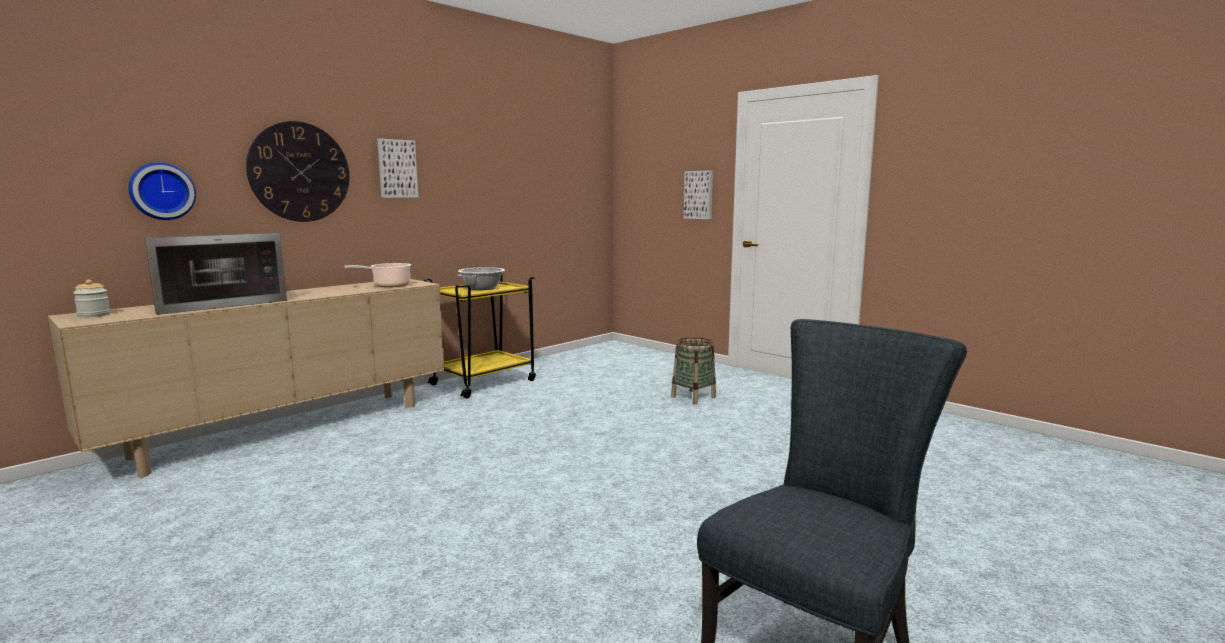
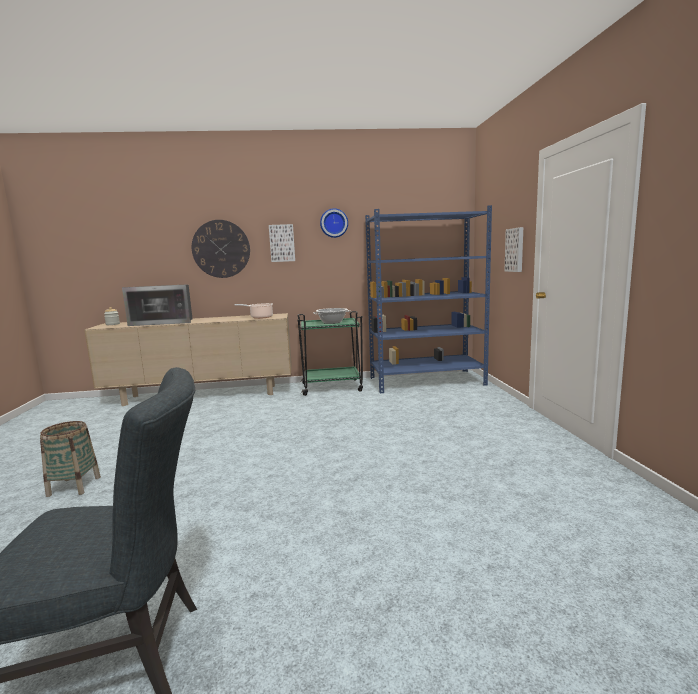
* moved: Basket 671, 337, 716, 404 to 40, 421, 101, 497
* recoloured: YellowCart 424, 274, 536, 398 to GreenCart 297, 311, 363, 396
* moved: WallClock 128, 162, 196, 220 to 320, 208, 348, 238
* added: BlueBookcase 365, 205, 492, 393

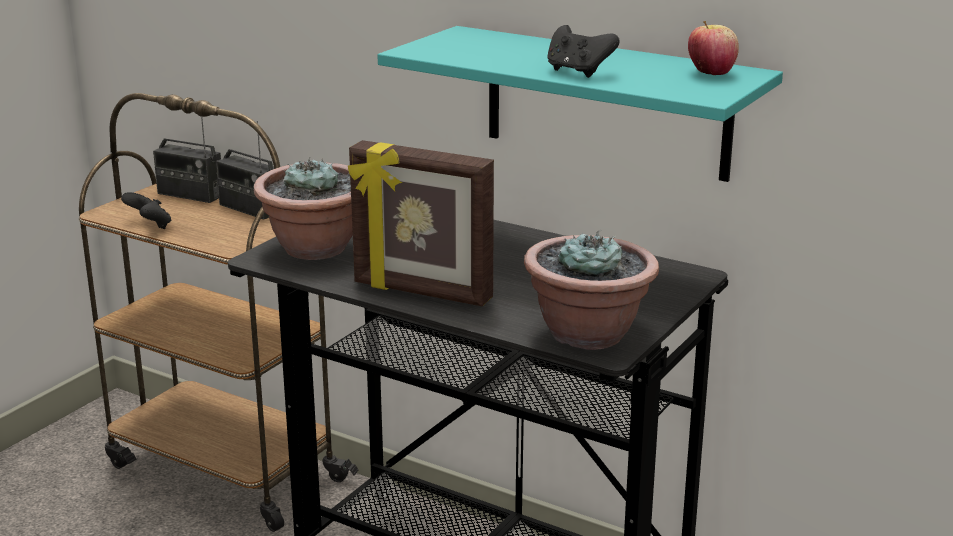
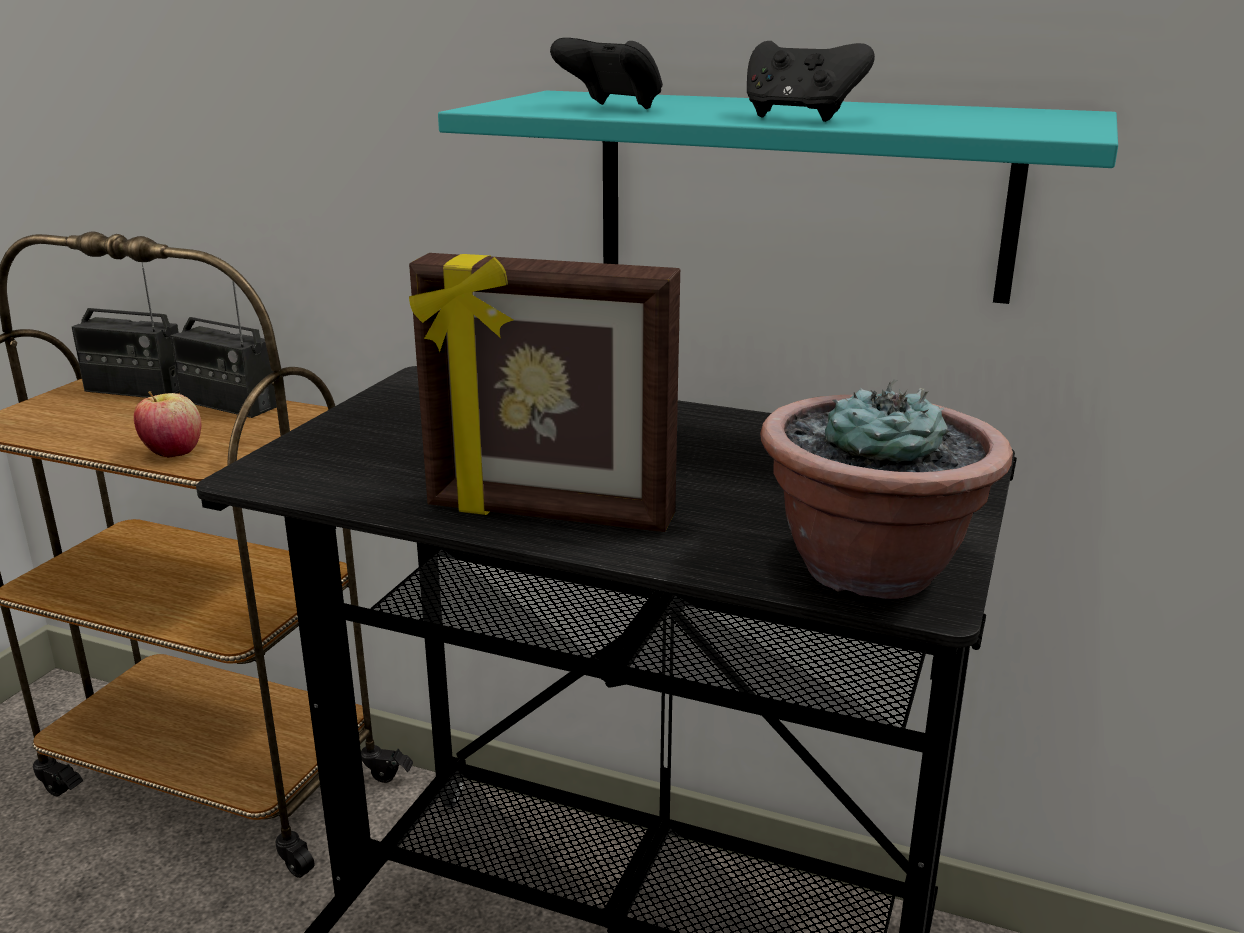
* moved: Apple 688, 21, 739, 75 to 134, 391, 201, 458
* moved: BlackGameController 121, 192, 171, 229 to 550, 38, 663, 109
* removed: PottedPlant 254, 158, 353, 260

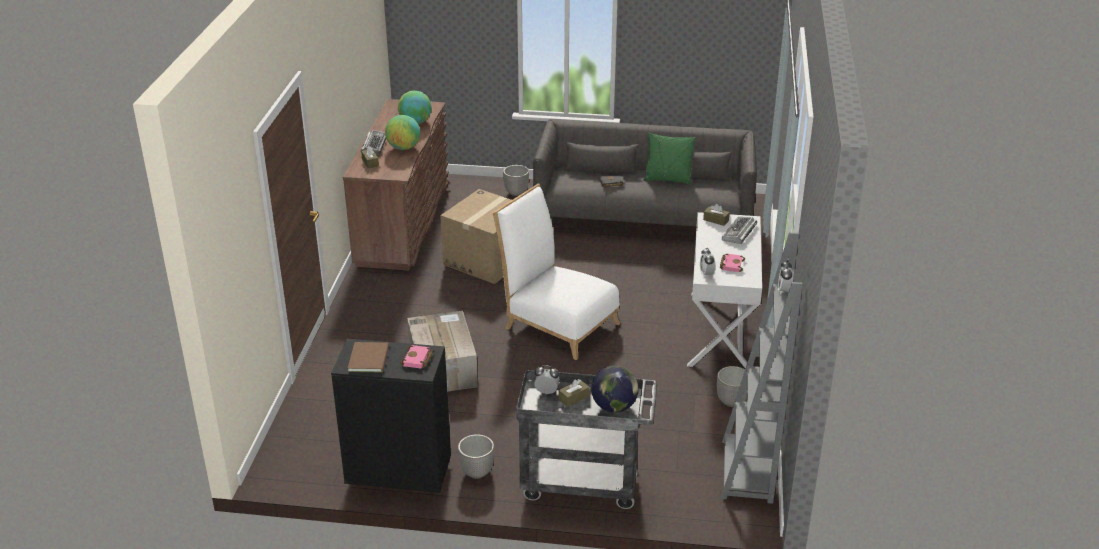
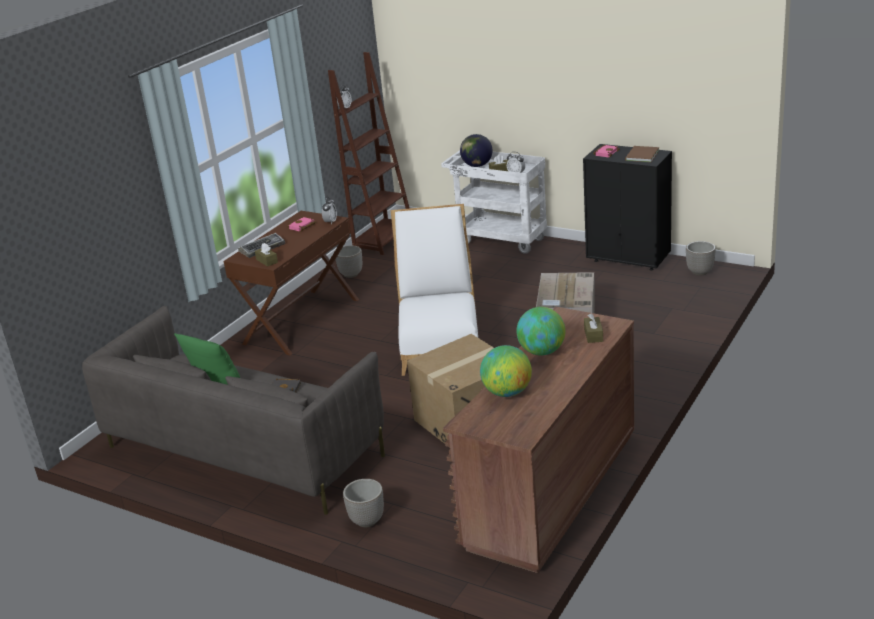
* recoloured: WhiteConsoleTable 687, 212, 762, 369 to BrownConsoleTable 224, 211, 359, 356
* recoloured: GreyBookcase 721, 232, 802, 504 to BrownBookcase 328, 52, 410, 255
* turned: WhiteChair 493, 184, 620, 360 = 391, 204, 478, 376 150 degrees counterclockwise
* recoloured: BlackCart 516, 370, 657, 509 to WhiteCart 441, 150, 547, 254
* moved: Planter 458, 434, 494, 479 to 686, 241, 716, 276
* removed: Keyboard 361, 130, 386, 155

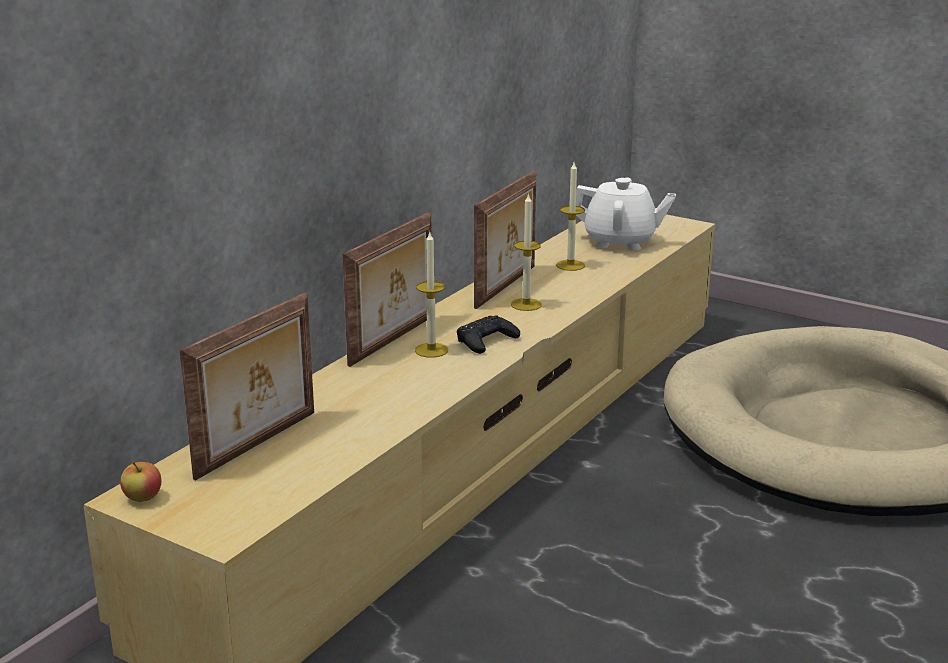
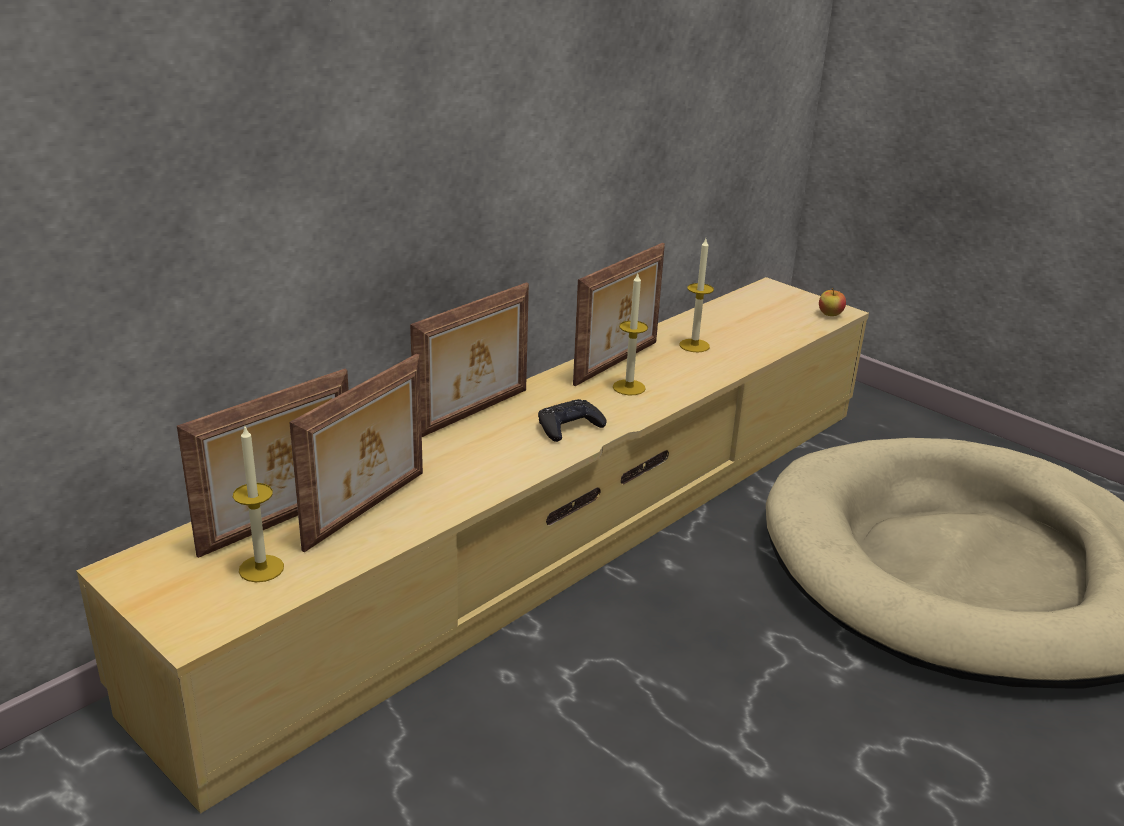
* moved: Candle 415, 232, 448, 358 to 233, 427, 284, 582
* added: PictureFrame 289, 354, 423, 552
* moved: Apple 120, 462, 161, 502 to 819, 288, 846, 316
* removed: WhiteTeapot 576, 177, 676, 251

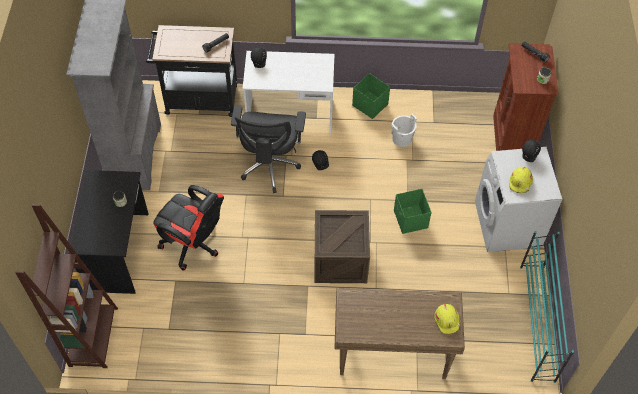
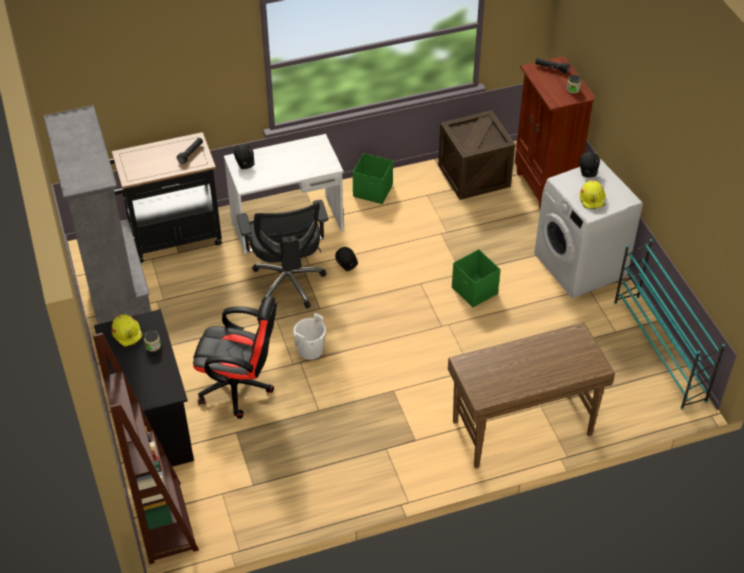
* moved: YellowHardHat 434, 304, 460, 334 to 112, 314, 143, 347
* moved: WhiteBucket 391, 114, 417, 147 to 293, 313, 326, 360
* moved: Crate 314, 210, 370, 283 to 438, 110, 515, 200

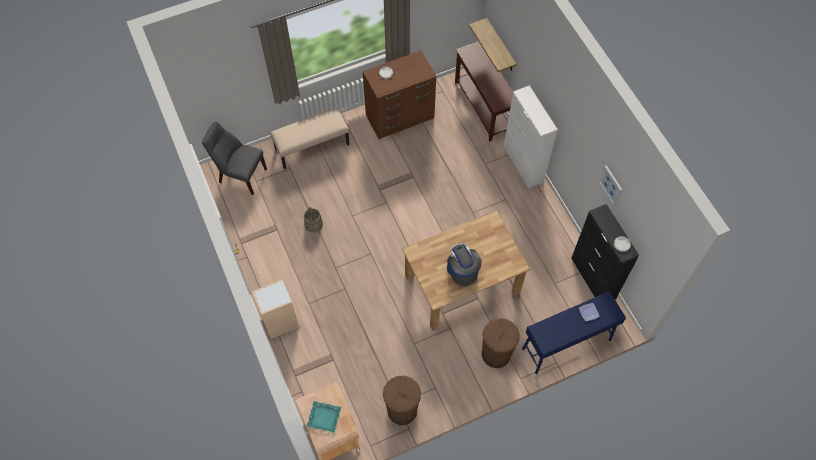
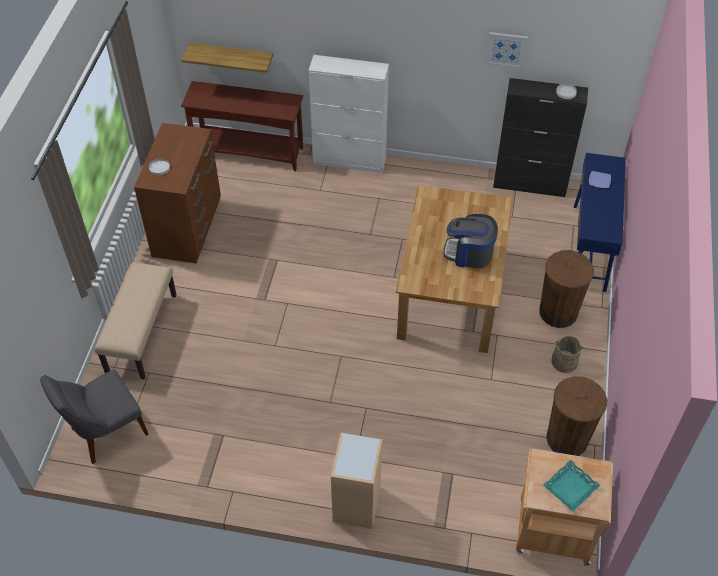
* moved: BeigeBucket 304, 207, 323, 232 to 551, 336, 584, 373

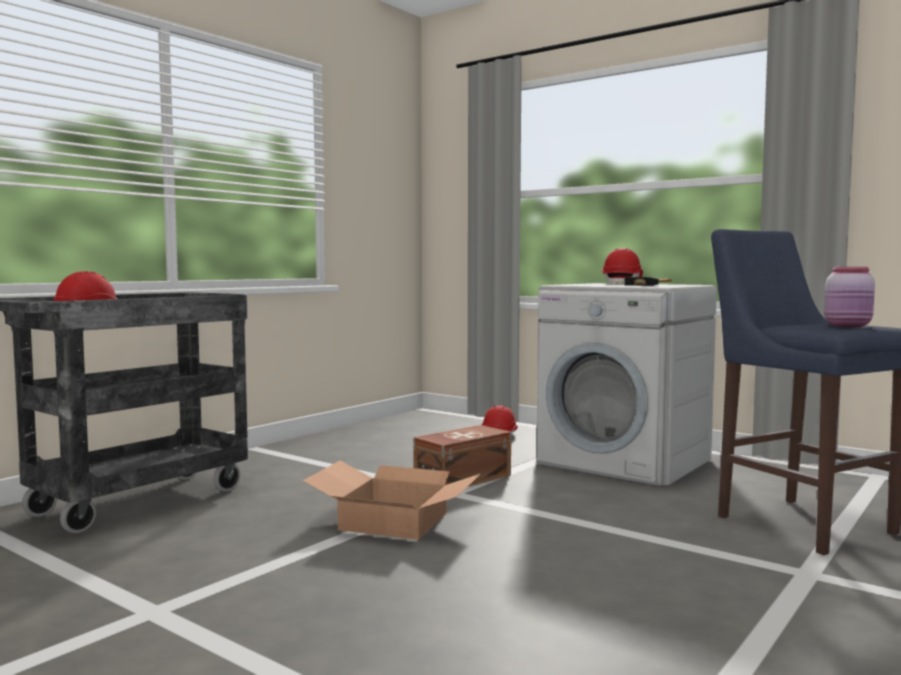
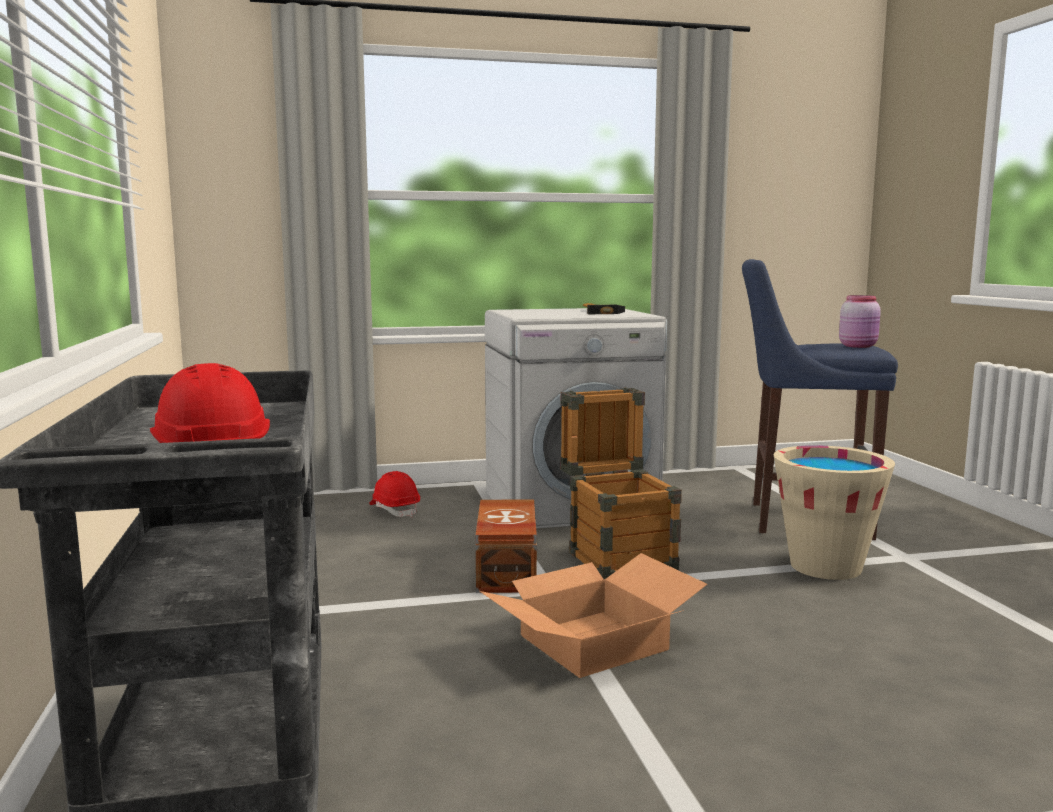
* added: Crate 560, 388, 682, 579
* added: BeigeBucket 774, 445, 895, 580
* removed: RedHardHat 601, 248, 643, 285

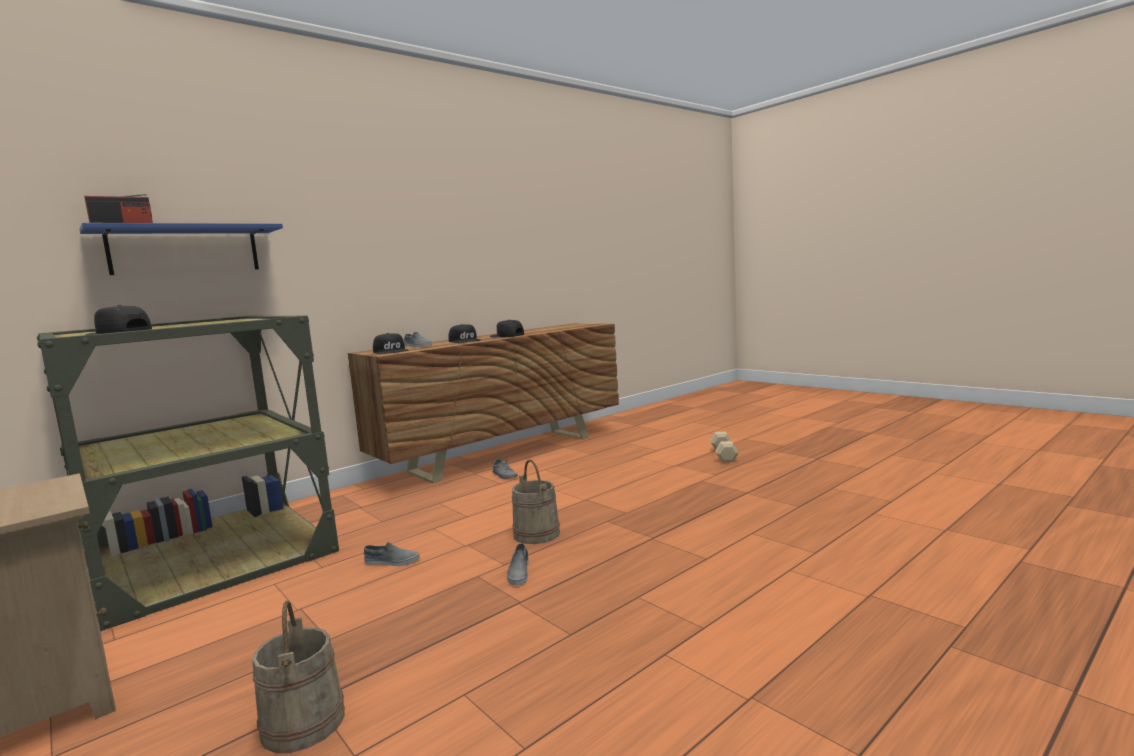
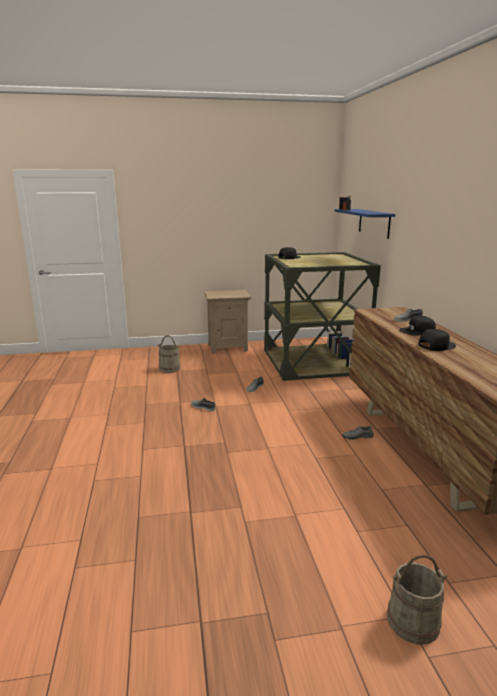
* moved: BeigeBucket 512, 460, 560, 544 to 387, 554, 447, 645
* removed: BlackCap 373, 333, 409, 354
* removed: BeigeDumbbell 710, 432, 739, 463

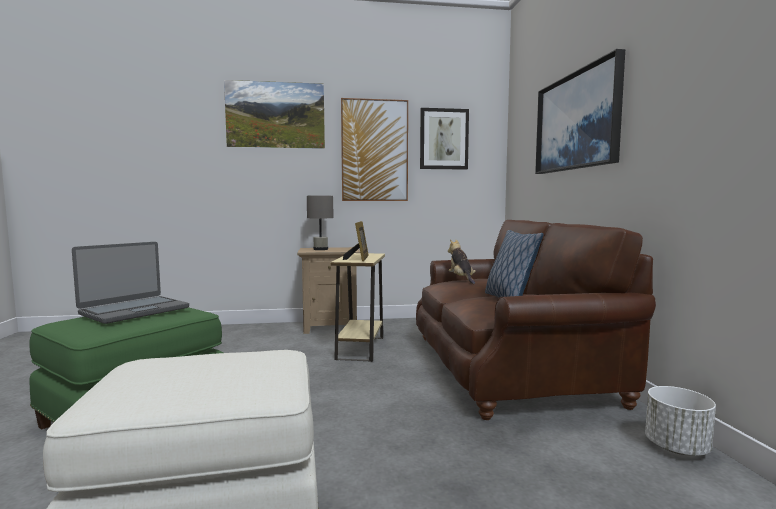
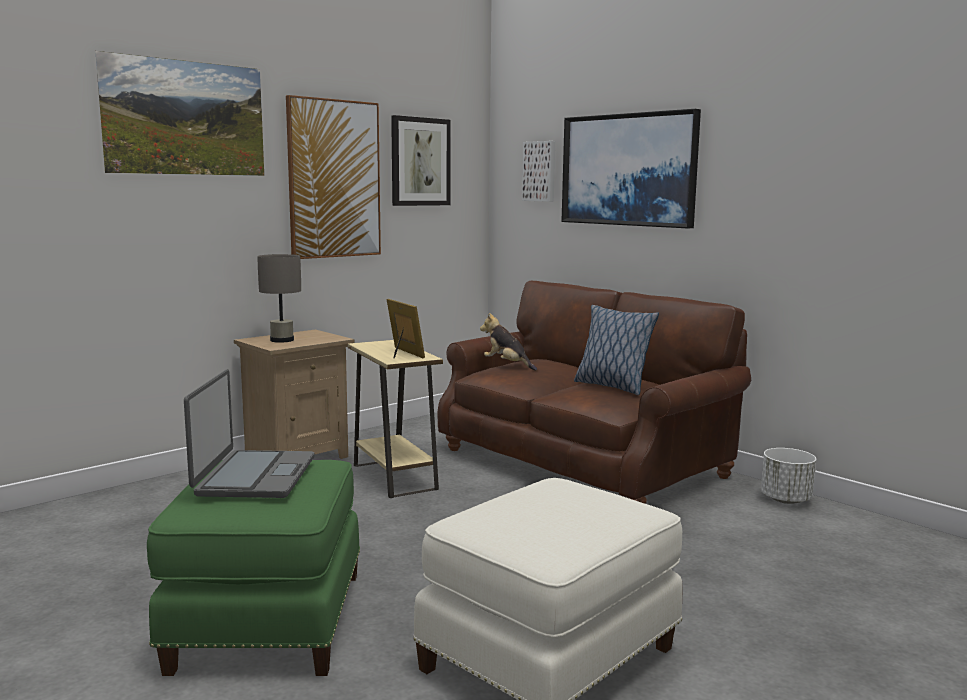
* added: Picture 522, 141, 555, 202

